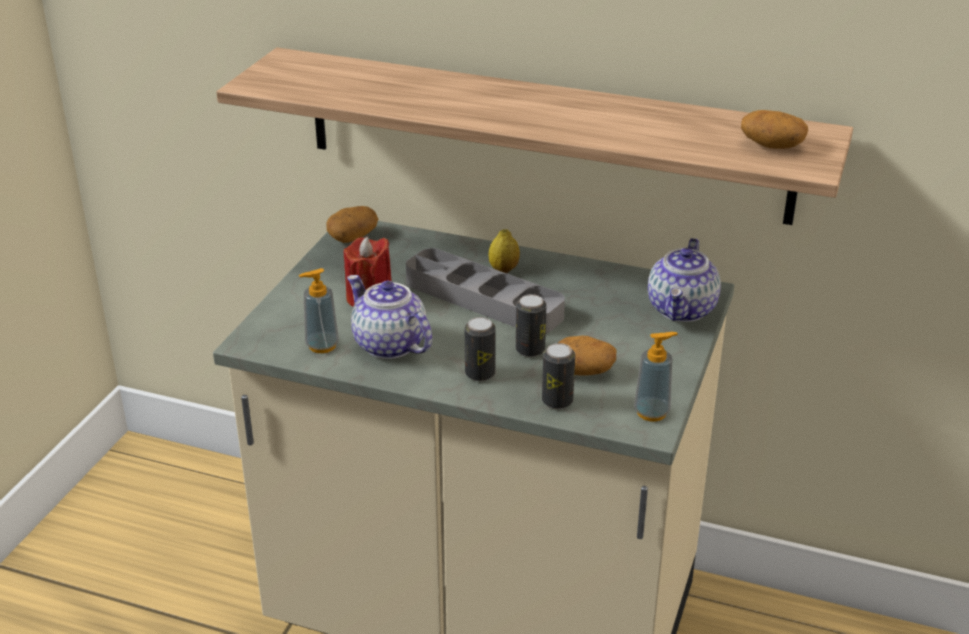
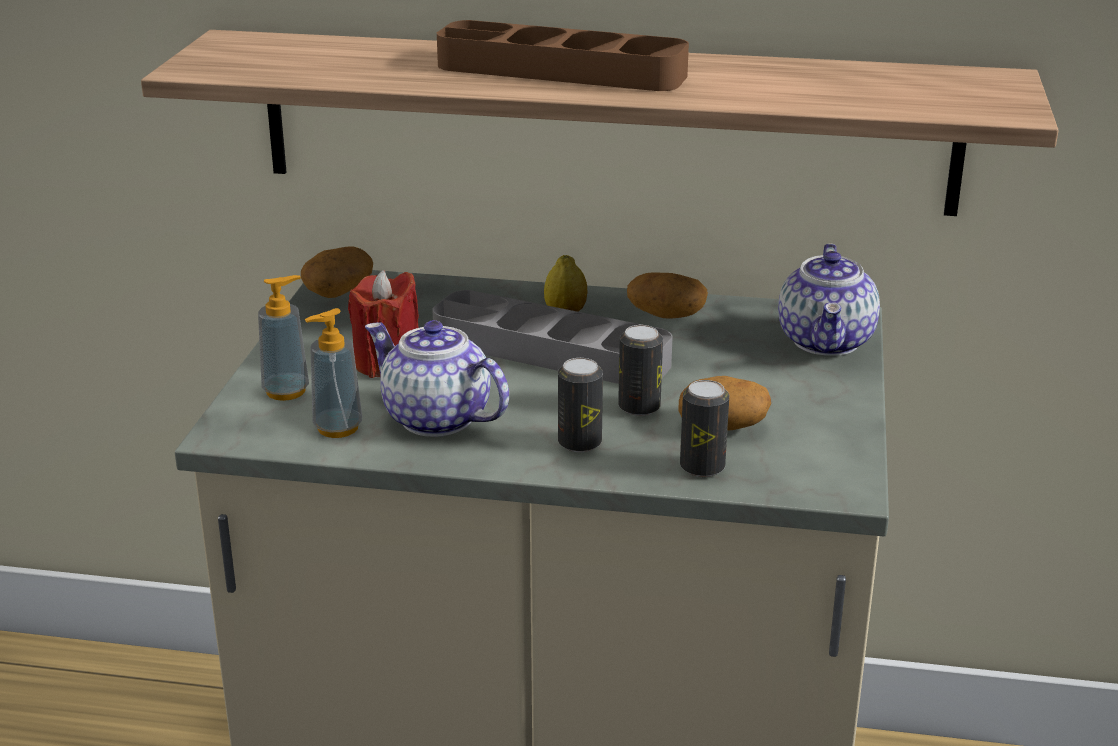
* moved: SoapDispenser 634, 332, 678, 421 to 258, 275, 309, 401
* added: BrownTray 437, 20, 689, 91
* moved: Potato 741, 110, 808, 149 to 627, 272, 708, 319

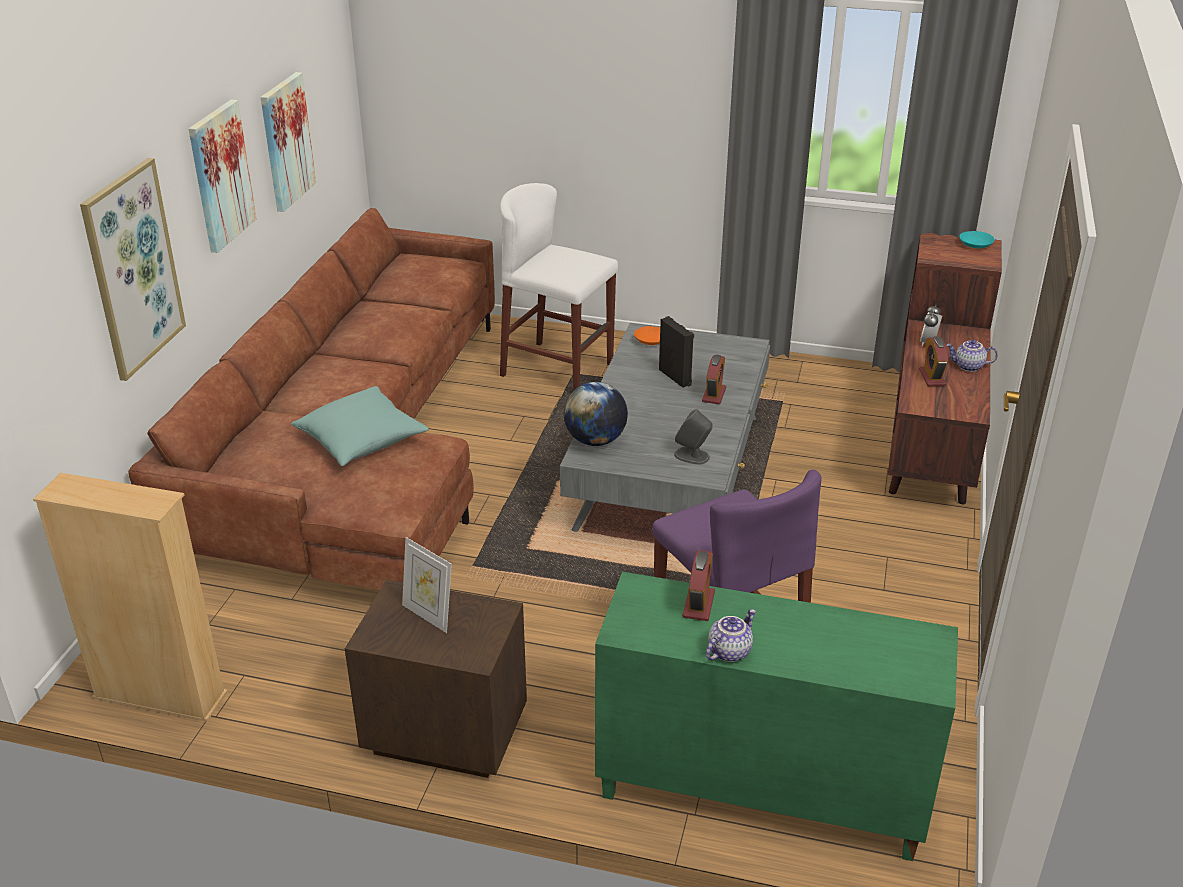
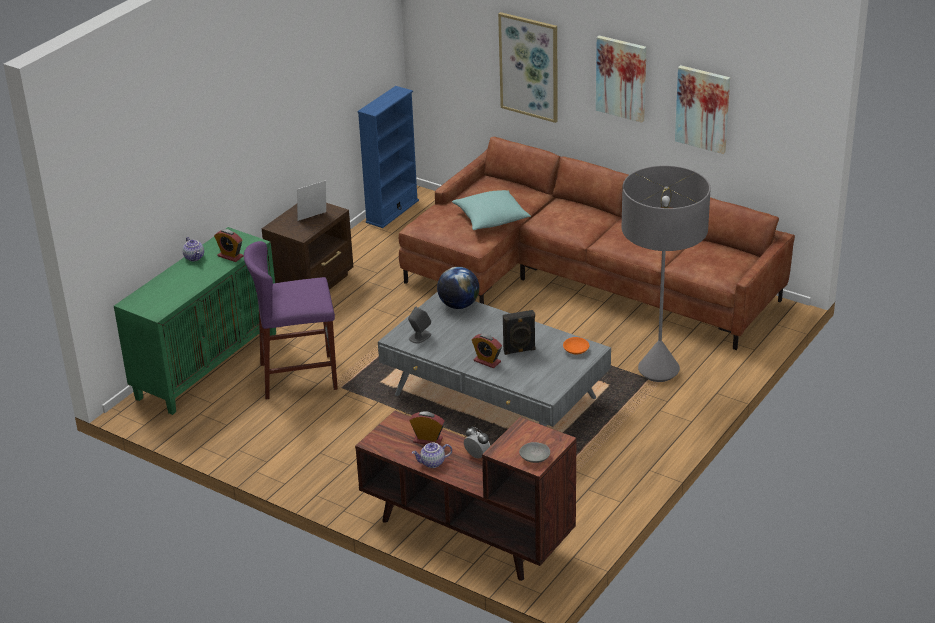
* recoloured: BeigeBookcase 33, 473, 228, 722 to BlueBookcase 357, 86, 419, 228
* turned: Teapot 947, 340, 998, 372 = 412, 443, 452, 468 135 degrees counterclockwise
* recoloured: TurquoiseBowl 960, 231, 995, 249 to GreyBowl 519, 442, 550, 463
* replaced: WhiteStool 500, 183, 618, 391 to GreyFloorLamp 622, 165, 711, 382

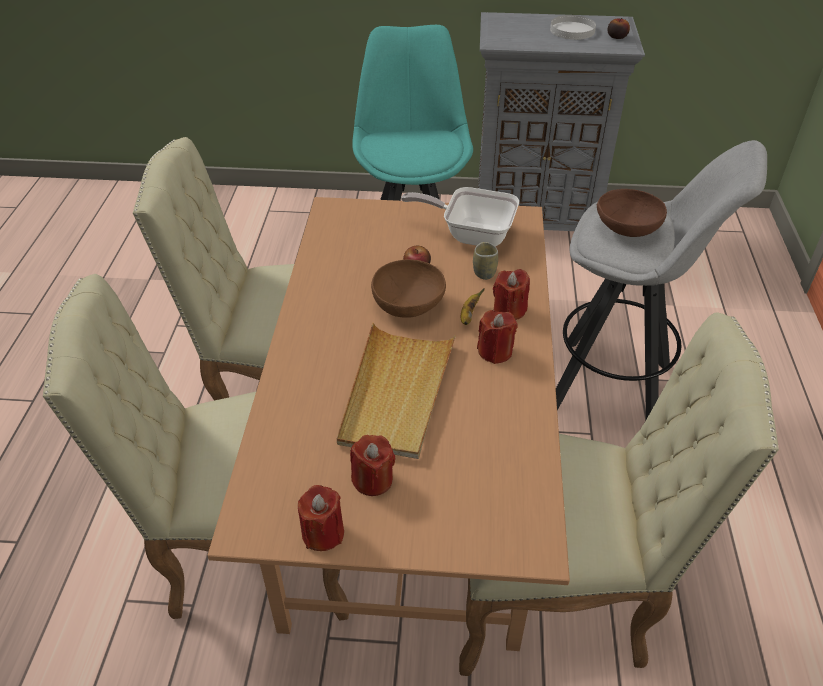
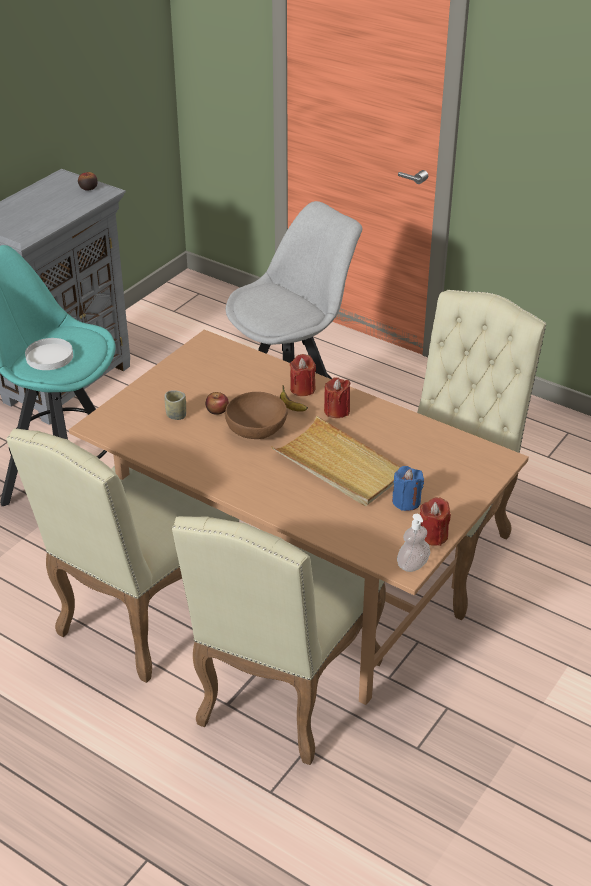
* moved: WhitePlate 550, 15, 596, 40 to 25, 338, 73, 370
* moved: Cup 473, 242, 498, 280 to 164, 390, 186, 420
* recoloured: RedCandle 350, 435, 396, 496 to BlueCandle 392, 466, 424, 511
* added: SoapDispenser 397, 514, 430, 572
* removed: FryingPan 401, 187, 519, 246
* removed: BrownBowl 597, 189, 667, 237

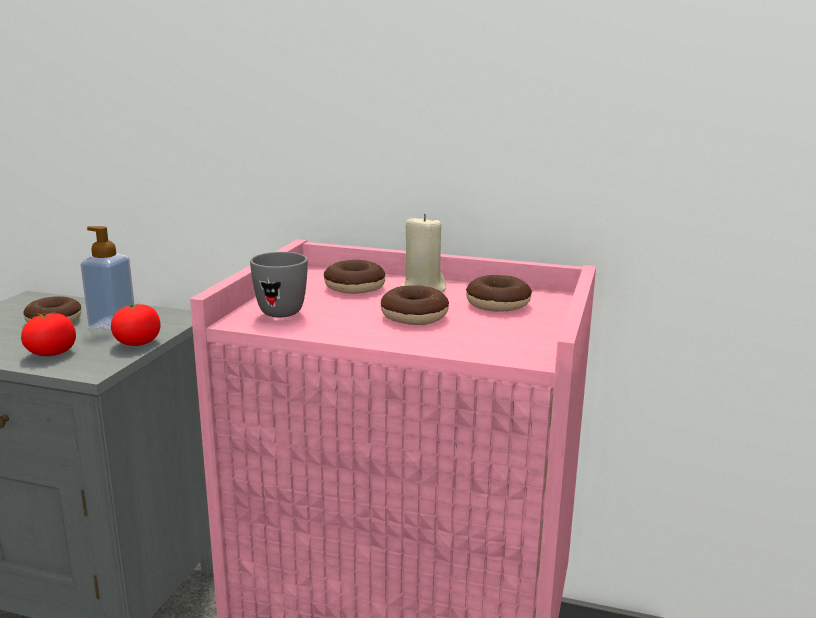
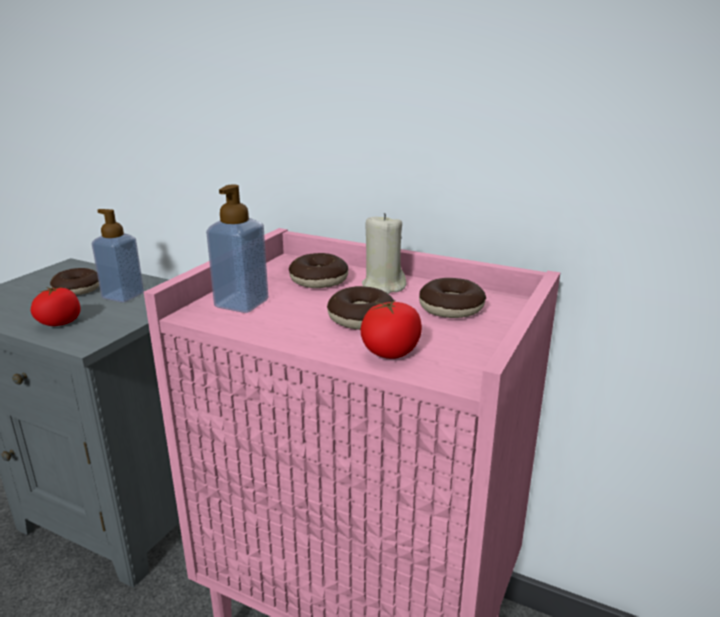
* replaced: GreyMug 250, 252, 308, 317 to SoapDispenser 206, 185, 268, 313
* moved: Tomato 111, 303, 161, 346 to 361, 301, 422, 359

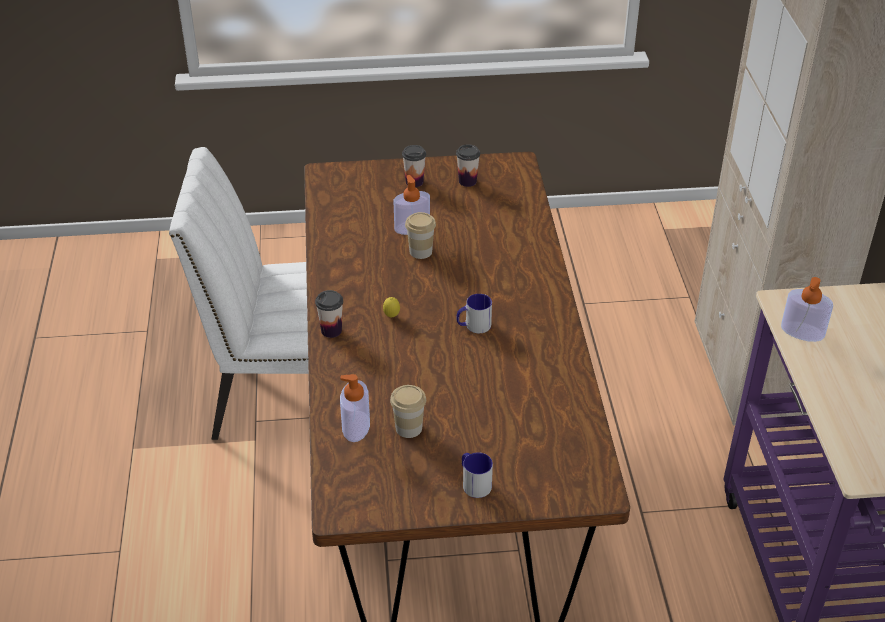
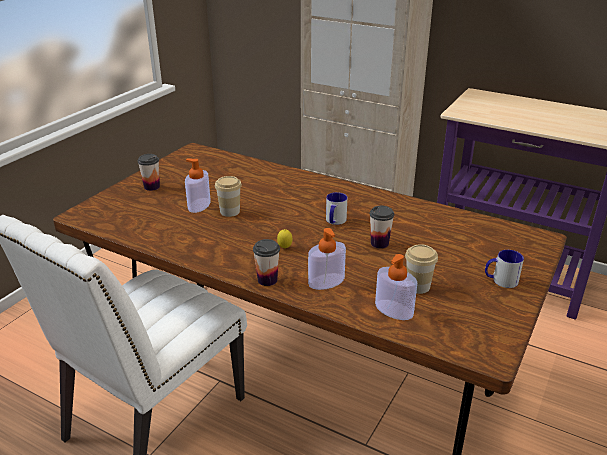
* moved: SoapDispenser 781, 277, 833, 342 to 308, 228, 346, 290
* moved: Cup 456, 144, 480, 187 to 370, 206, 394, 249

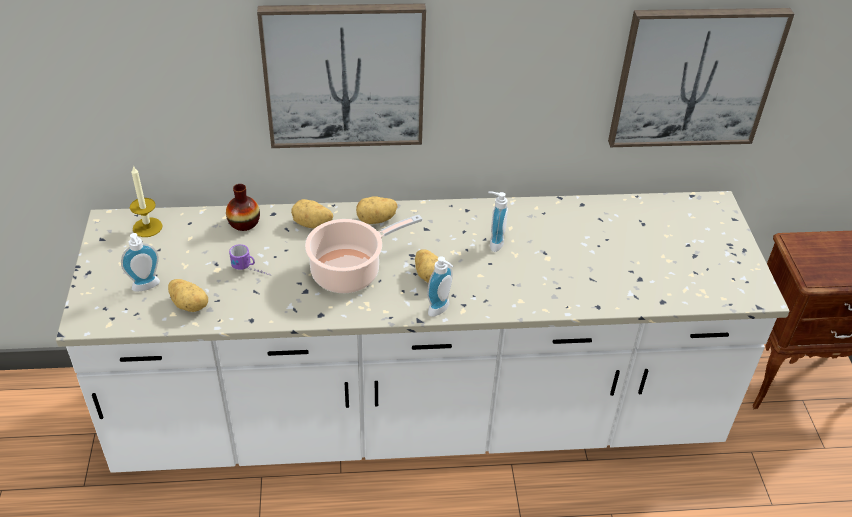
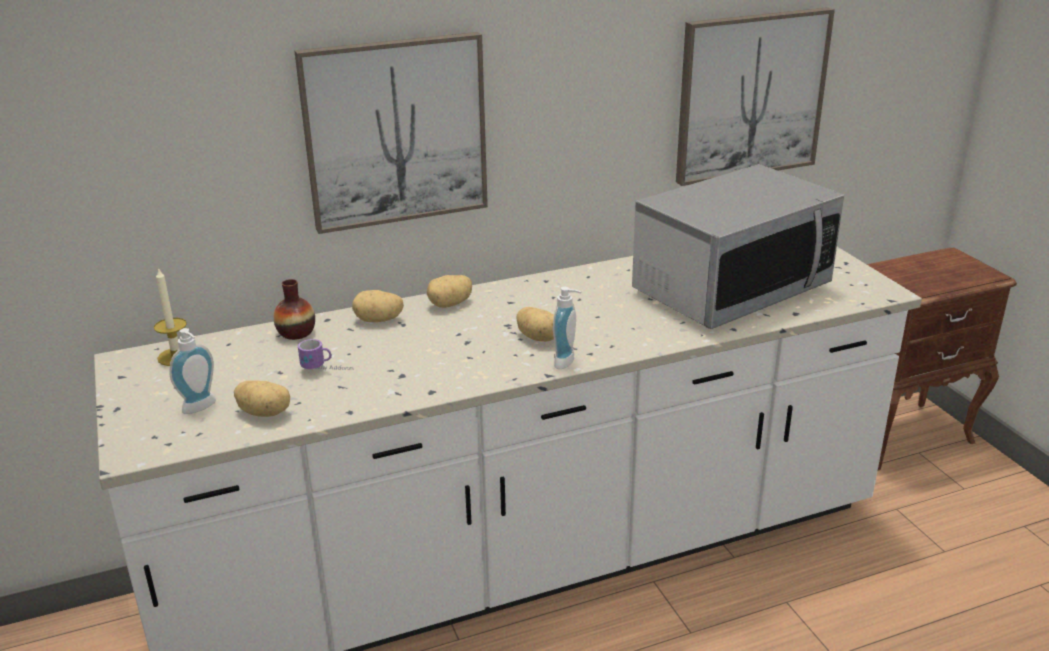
* added: Microwave 632, 164, 844, 329
* removed: CookingPot 305, 215, 422, 293
* removed: SoapDispenser 488, 191, 508, 252

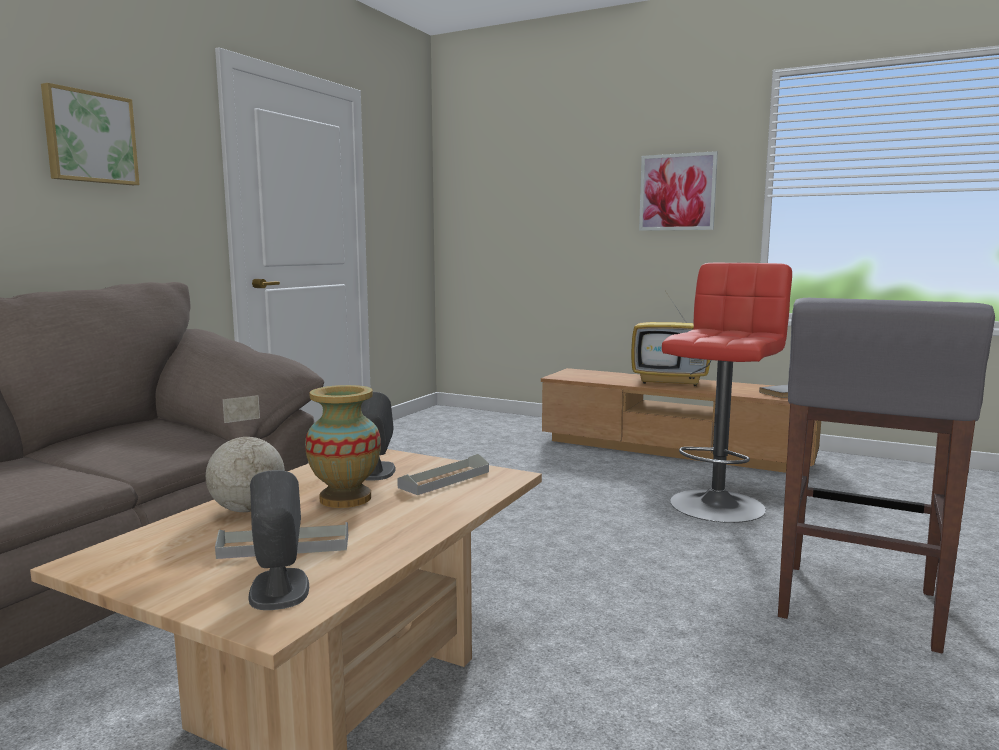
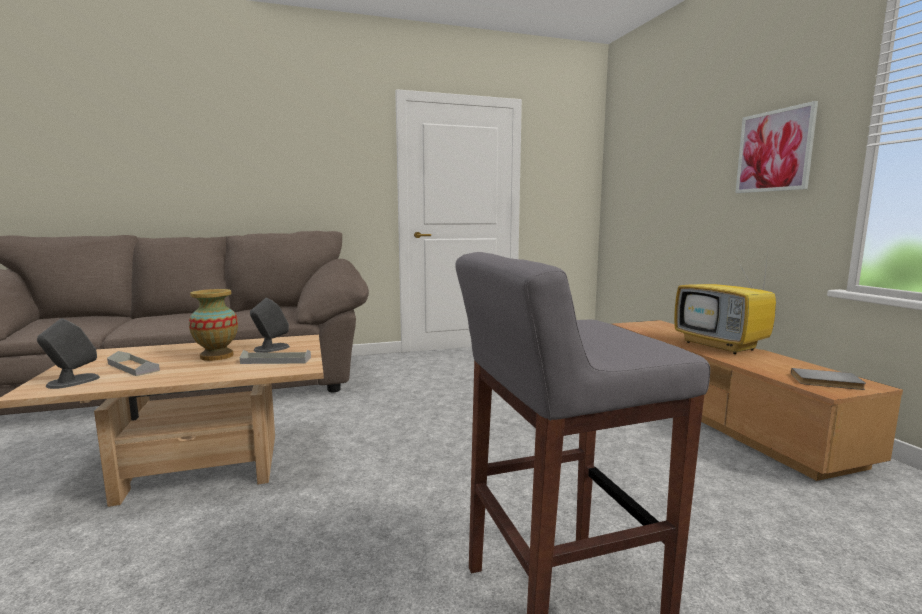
* removed: Picture 41, 83, 140, 185
* removed: Globe 206, 395, 285, 512
* removed: RedStool 662, 263, 792, 523

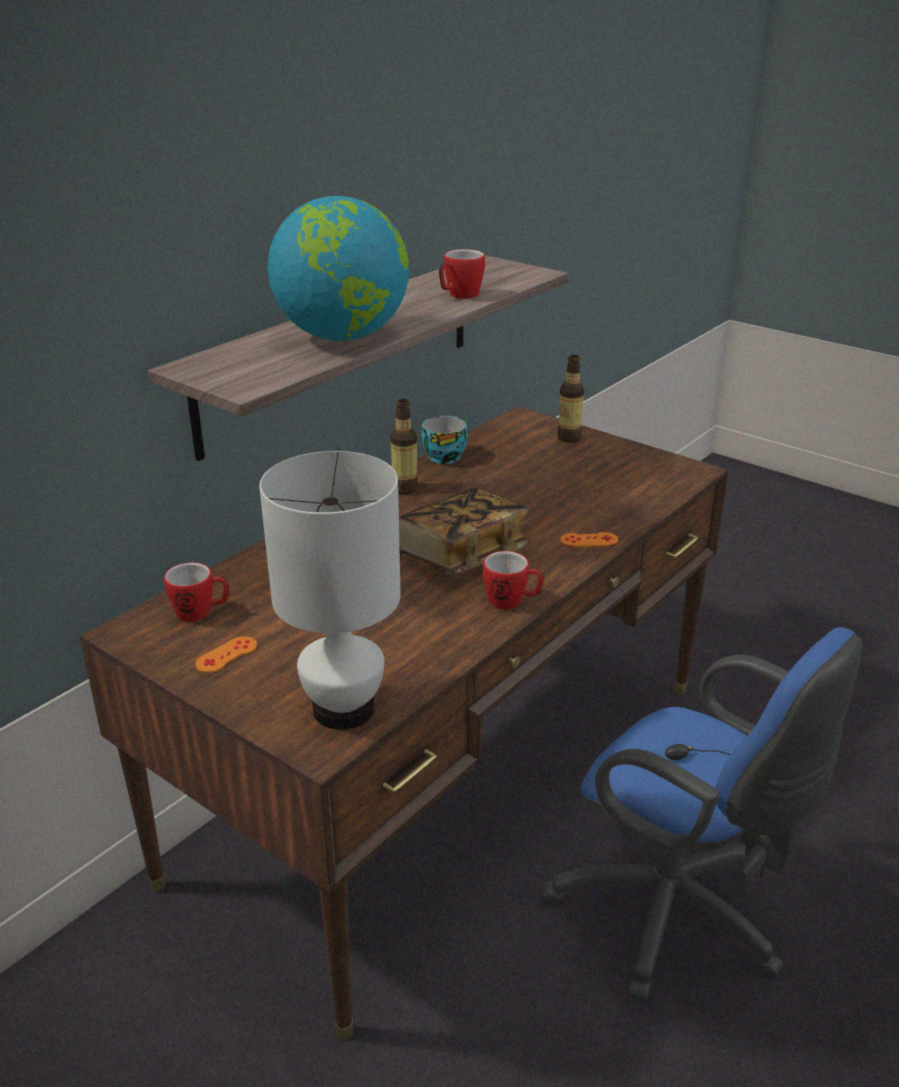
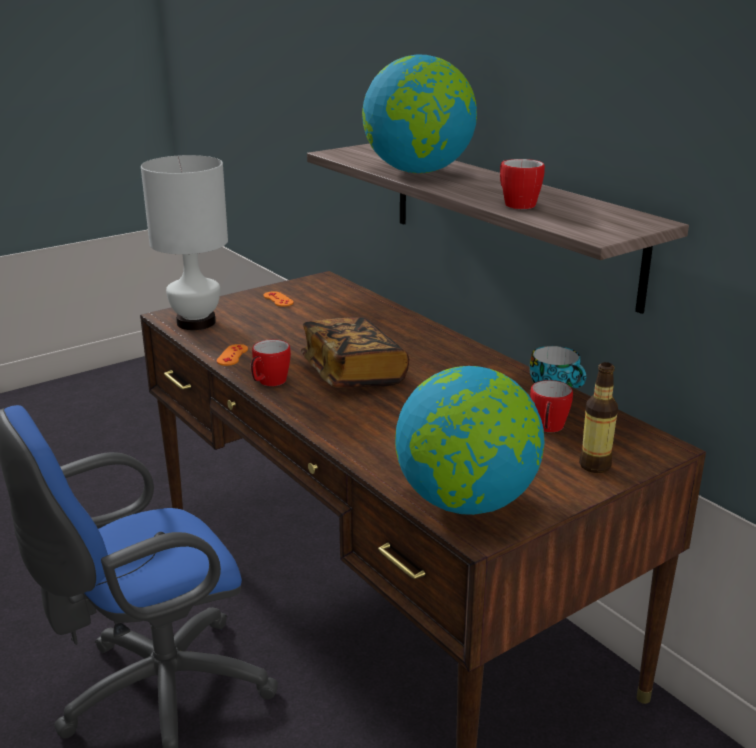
* moved: OrangeGameController 561, 532, 618, 547 to 216, 344, 248, 366
* added: Globe 395, 366, 545, 515
* moved: Mug 164, 562, 229, 622 to 530, 380, 573, 432
* removed: Bottle 390, 399, 418, 494

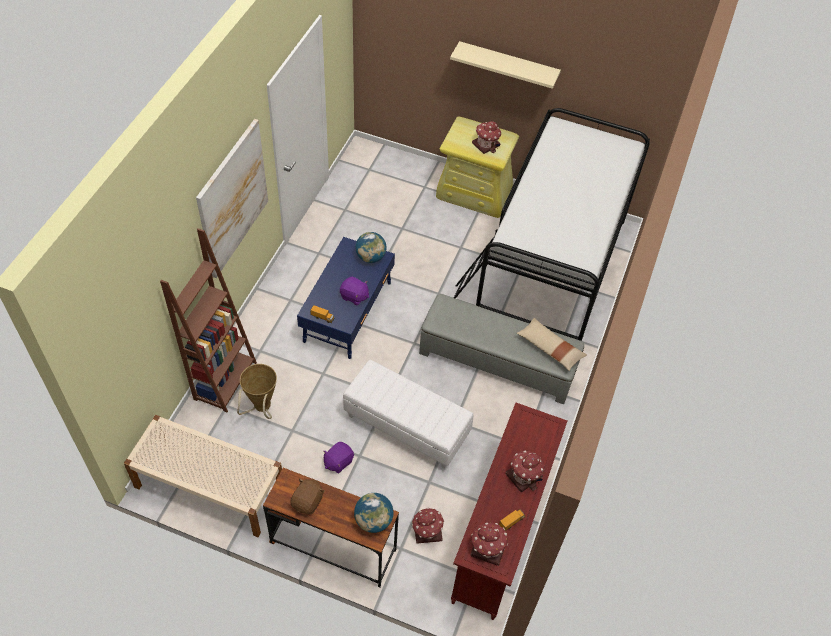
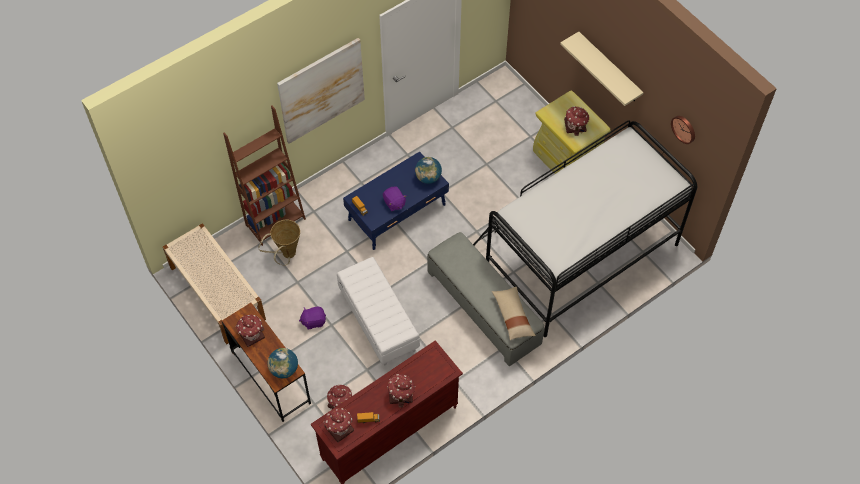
* replaced: BrownPlushToy 291, 479, 325, 514 to ToyHouse 236, 315, 265, 347
* added: WallClock 671, 116, 695, 144

